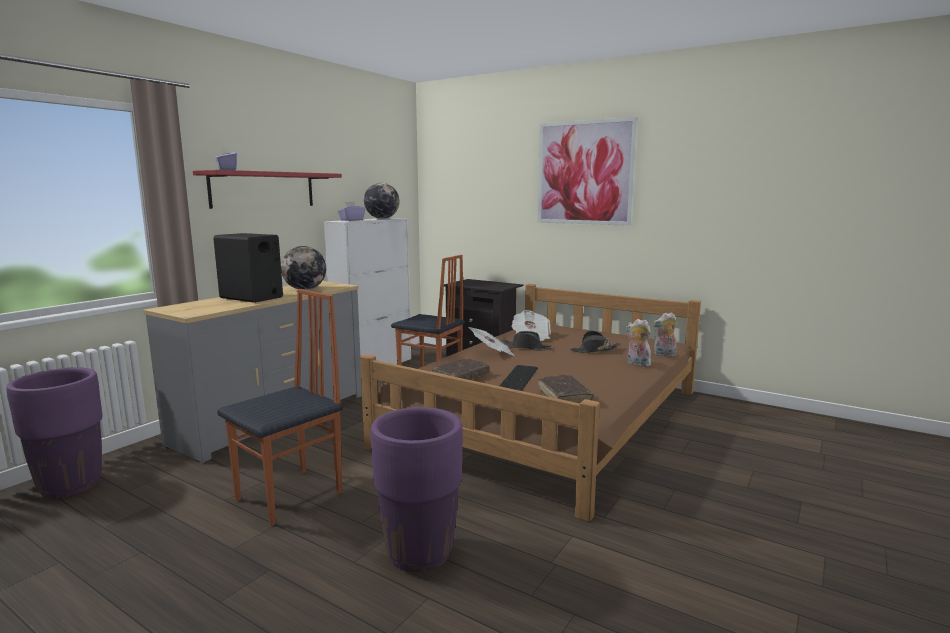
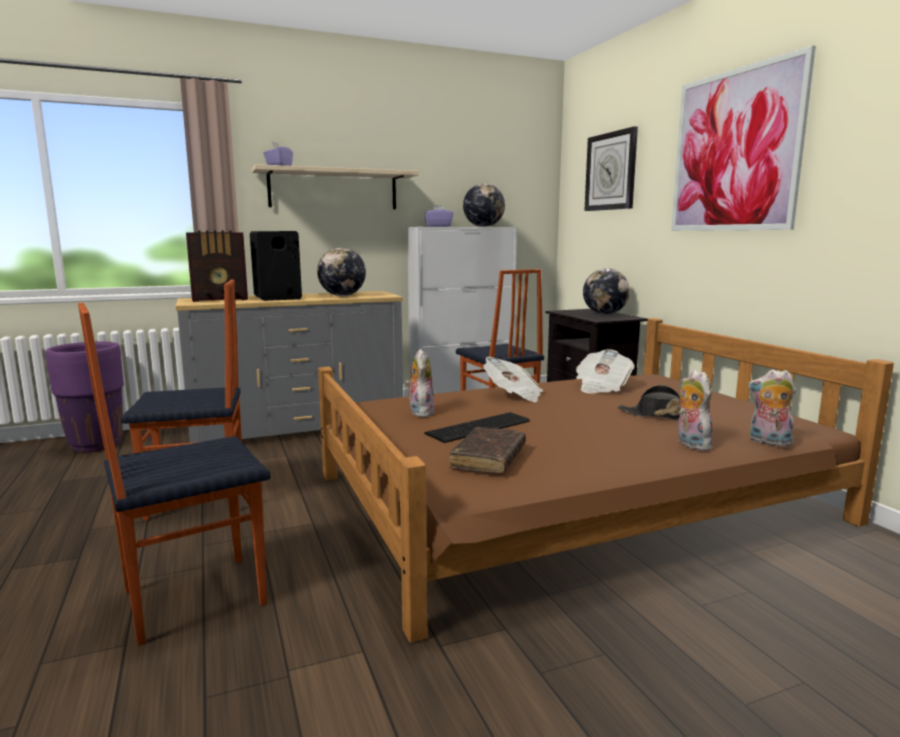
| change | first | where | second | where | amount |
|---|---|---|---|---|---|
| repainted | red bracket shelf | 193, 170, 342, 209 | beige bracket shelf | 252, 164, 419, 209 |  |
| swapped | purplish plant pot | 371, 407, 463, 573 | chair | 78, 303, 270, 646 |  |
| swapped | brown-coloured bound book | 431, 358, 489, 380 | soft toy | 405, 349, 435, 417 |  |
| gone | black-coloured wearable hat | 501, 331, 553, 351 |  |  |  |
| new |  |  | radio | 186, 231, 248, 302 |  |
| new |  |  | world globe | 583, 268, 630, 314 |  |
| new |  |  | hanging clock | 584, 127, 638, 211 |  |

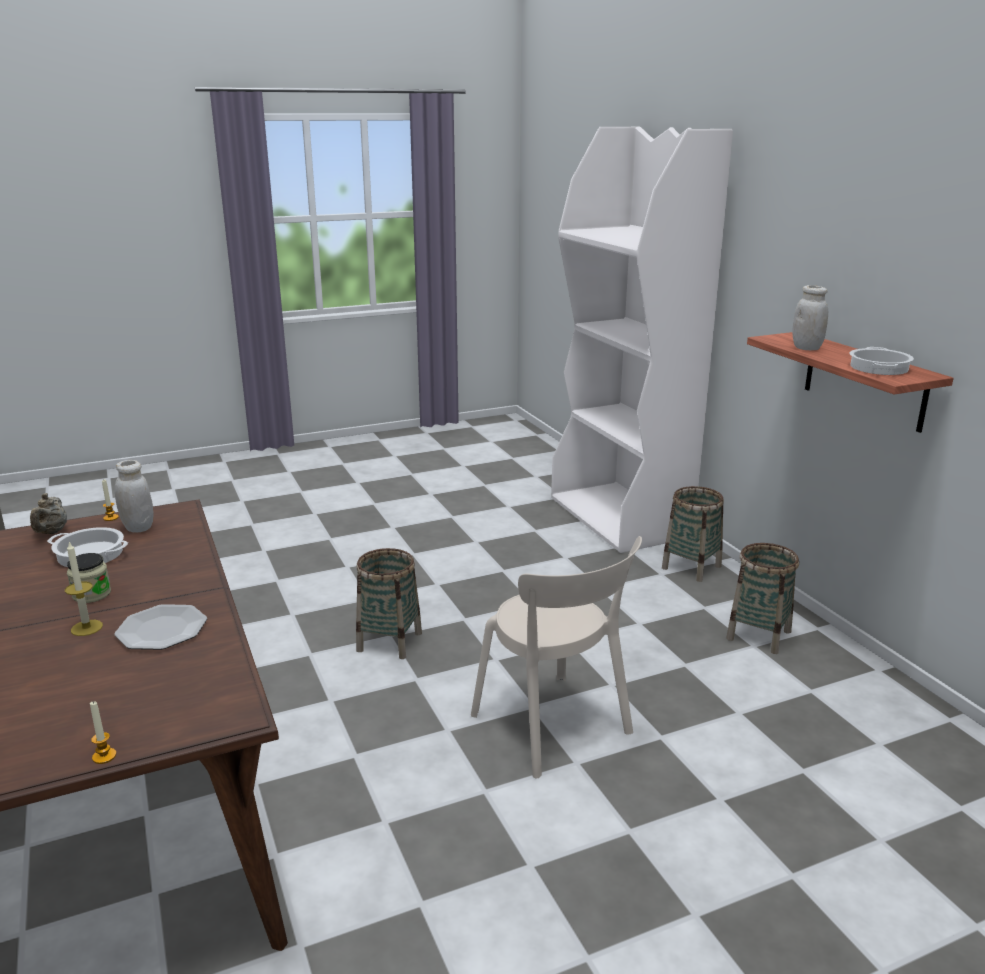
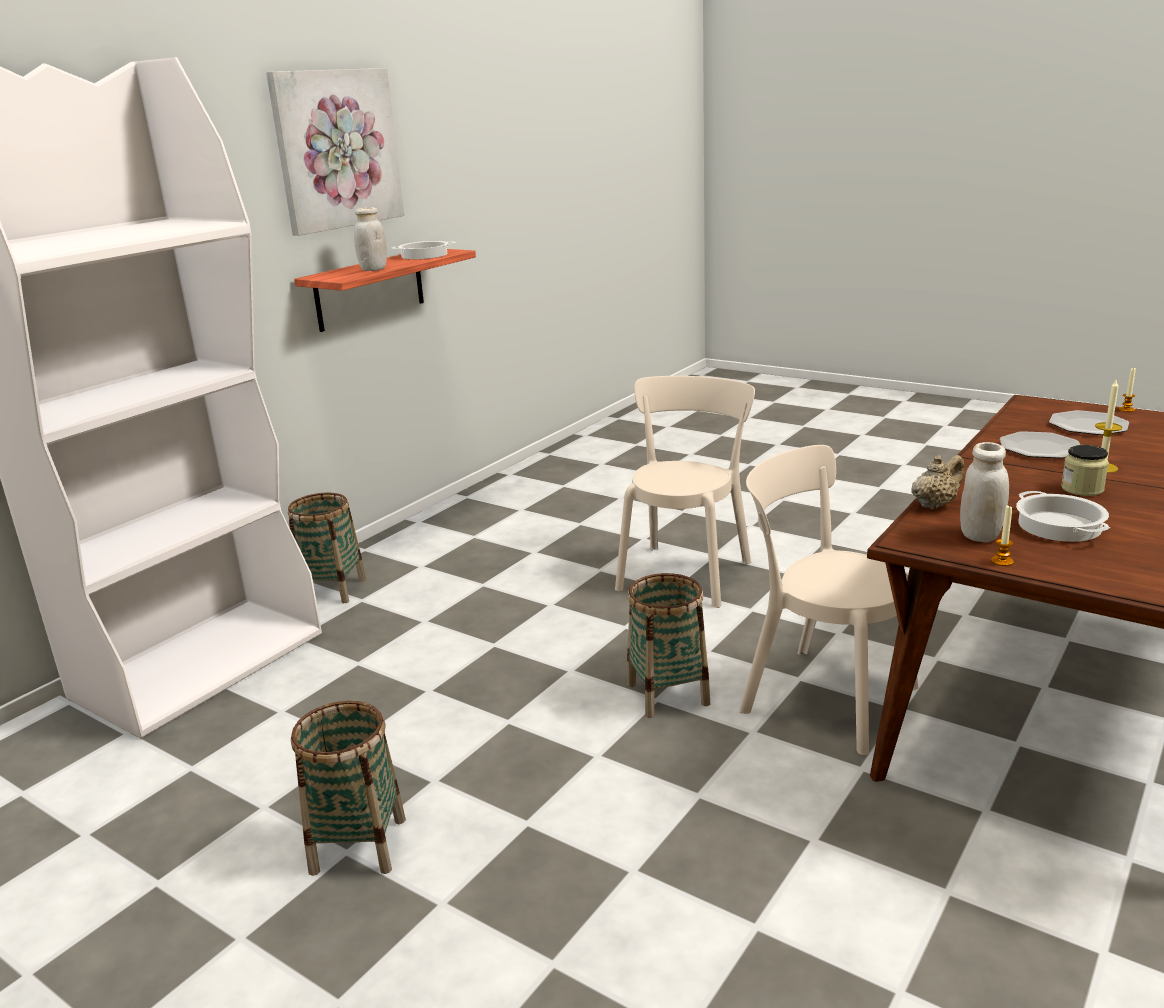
| change | first | where | second | where | amount |
|---|---|---|---|---|---|
| shifted | beige teapot | 30, 493, 67, 534 |  | 911, 455, 965, 510 |  |
| shifted | storage basket | 726, 543, 799, 654 |  | 291, 701, 406, 876 |  |
| new |  |  | picture | 266, 68, 404, 236 |  |
| new |  |  | beige chair | 739, 445, 918, 756 |  |
| new |  |  | flat dish | 1049, 410, 1129, 435 |  |

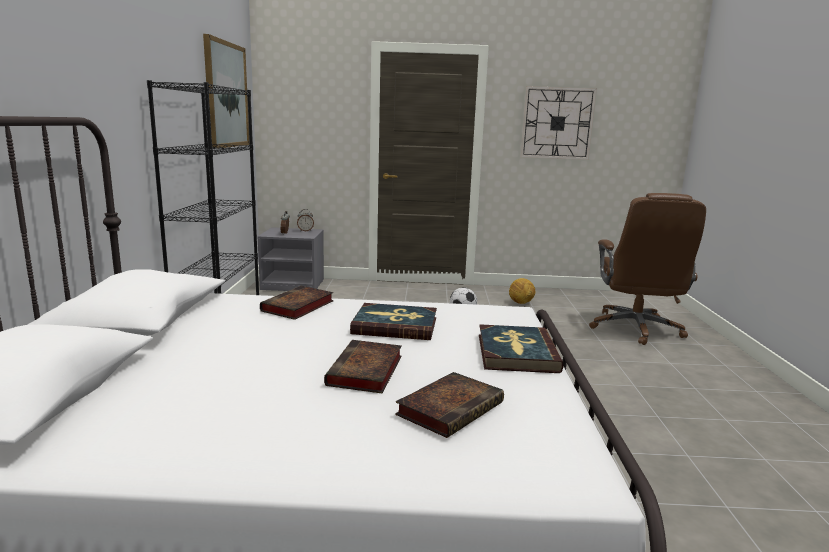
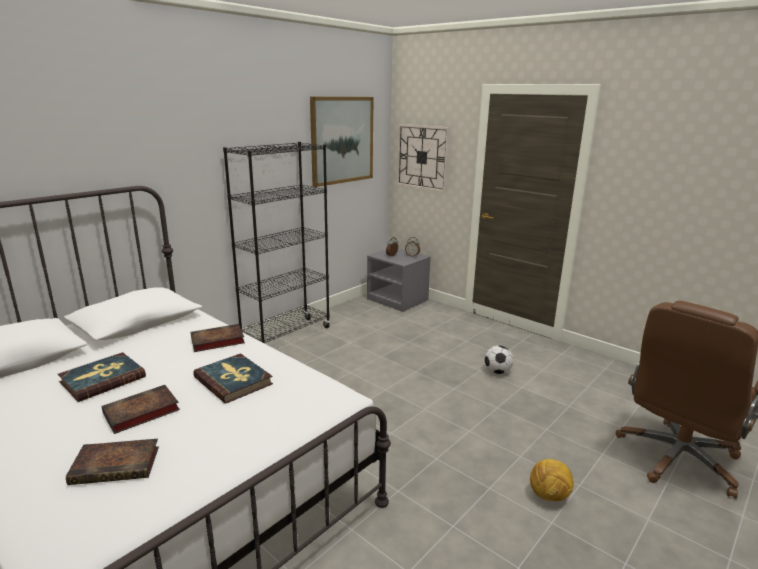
| change | first | where | second | where | amount |
|---|---|---|---|---|---|
| shifted | bound book | 479, 324, 563, 373 |  | 58, 352, 146, 402 |  |
| shifted | football | 509, 278, 536, 304 |  | 530, 459, 574, 501 |  |
| shifted | hanging clock | 520, 86, 597, 160 |  | 397, 124, 450, 192 |  |

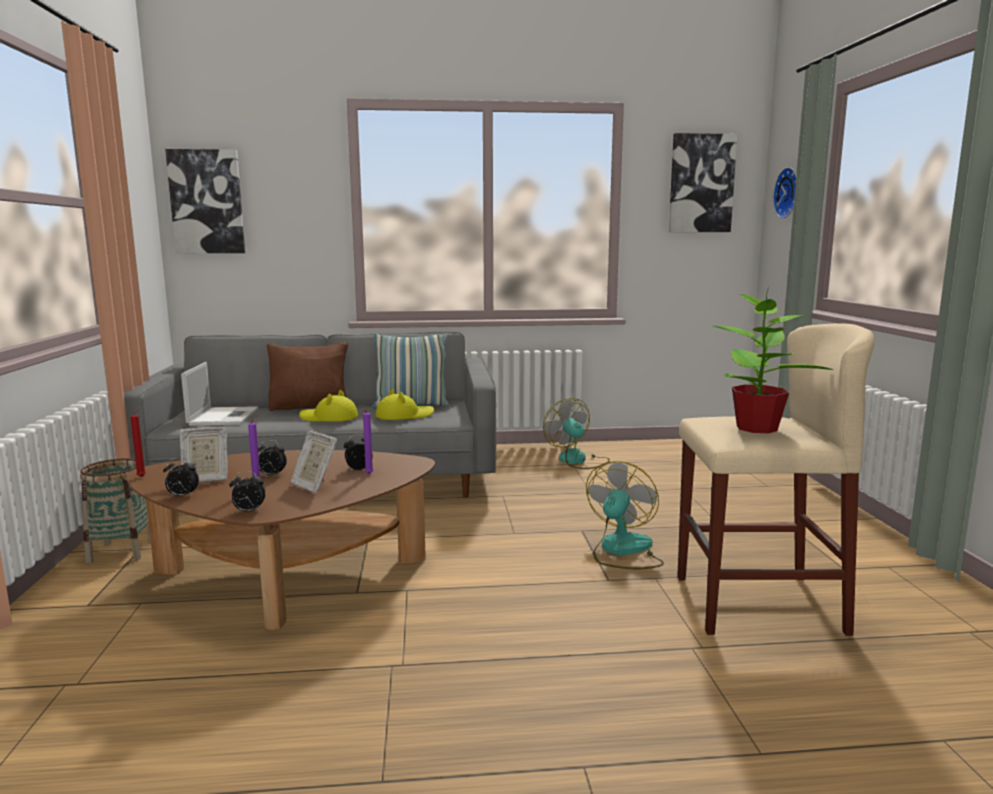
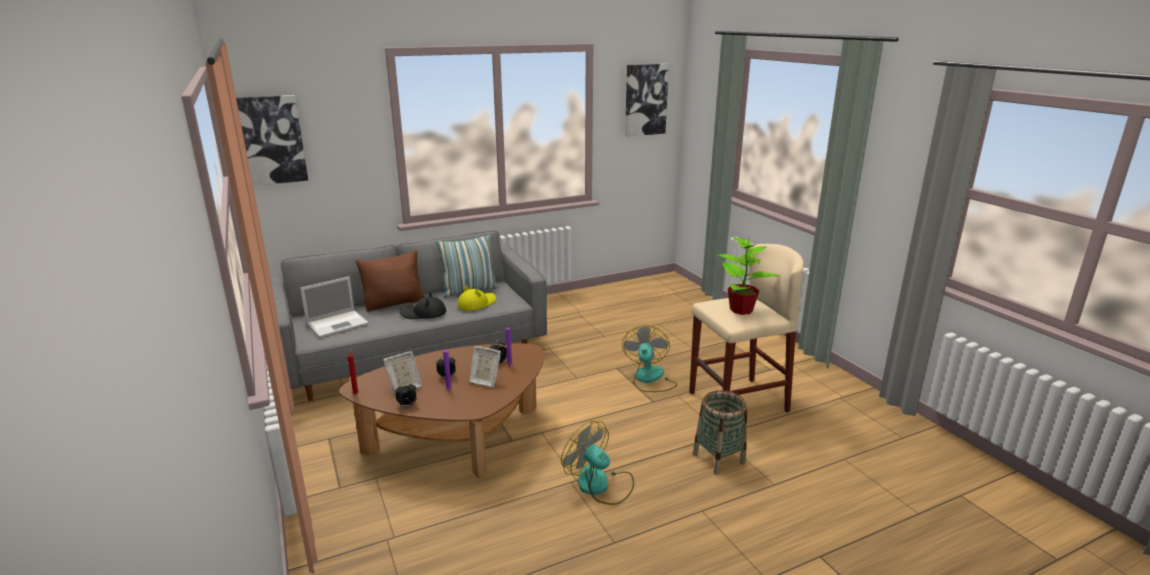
| change | first | where | second | where | amount |
|---|---|---|---|---|---|
| shifted | storage basket | 80, 458, 151, 563 |  | 693, 390, 747, 475 |  |
| rotated | laptop | 181, 362, 258, 426 |  | 300, 276, 369, 338 | 75 degrees clockwise |
| gone | table clock | 229, 471, 266, 513 |  |  |  |
| repainted | yellow wearable hat | 299, 390, 358, 421 | black-coloured wearable hat | 399, 292, 446, 319 |  |
| shifted | fan | 543, 398, 610, 469 |  | 561, 421, 634, 505 |  |
| gone | hanging clock | 773, 167, 796, 218 |  |  |  |

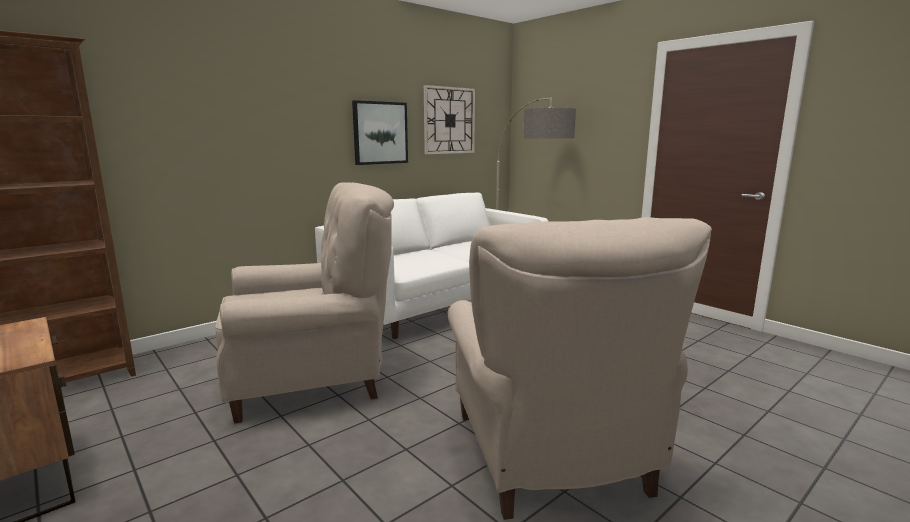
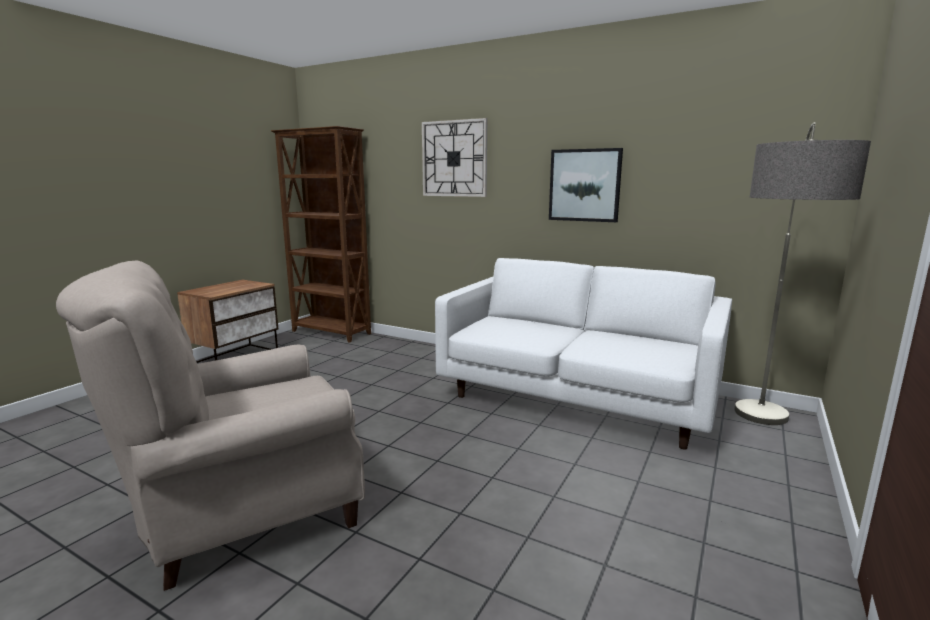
| change | first | where | second | where | amount |
|---|---|---|---|---|---|
| gone | beige easy chair | 215, 182, 394, 424 |  |  |  |
| shifted | hanging clock | 424, 85, 475, 154 |  | 422, 118, 487, 197 |  |

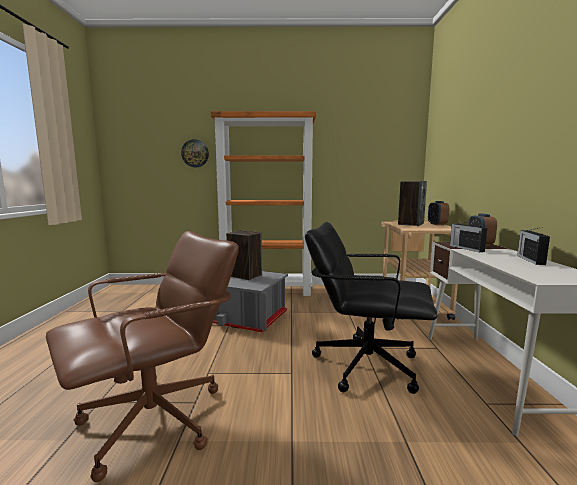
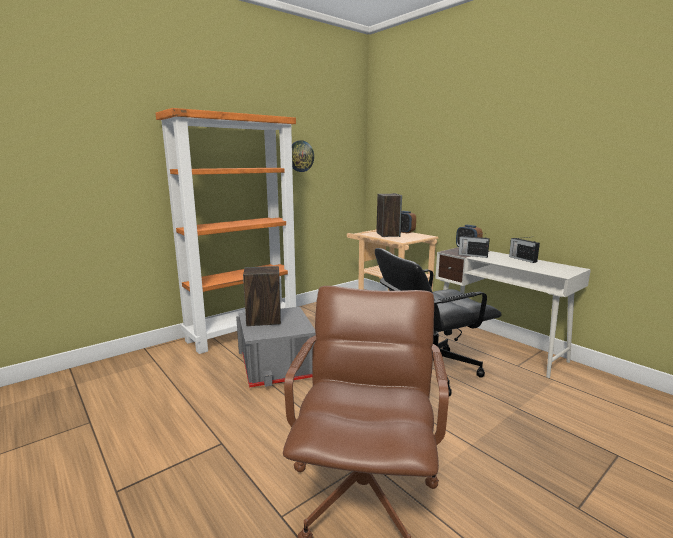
| change | first | where | second | where | amount |
|---|---|---|---|---|---|
| shifted | hanging clock | 181, 139, 209, 167 |  | 292, 140, 314, 172 |  |

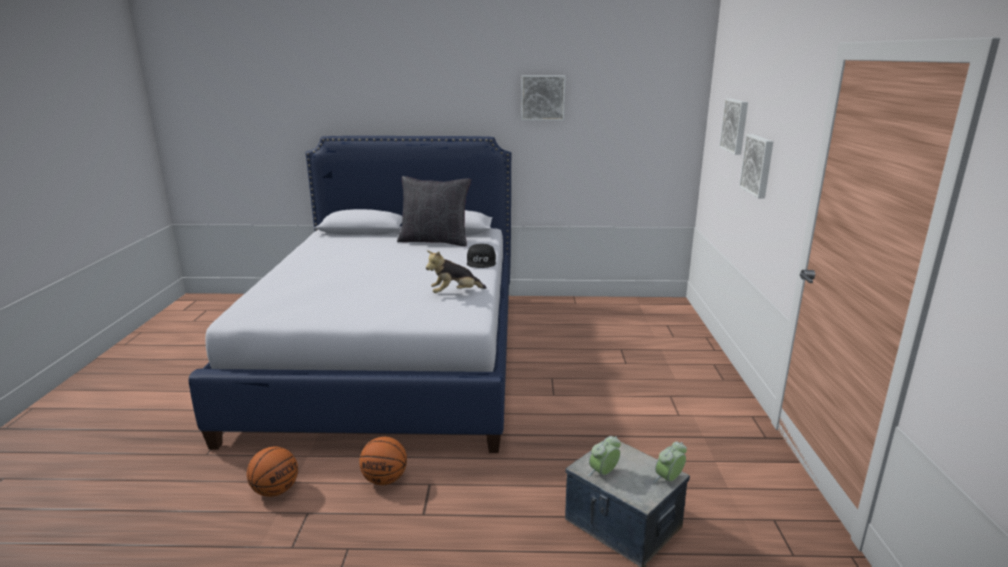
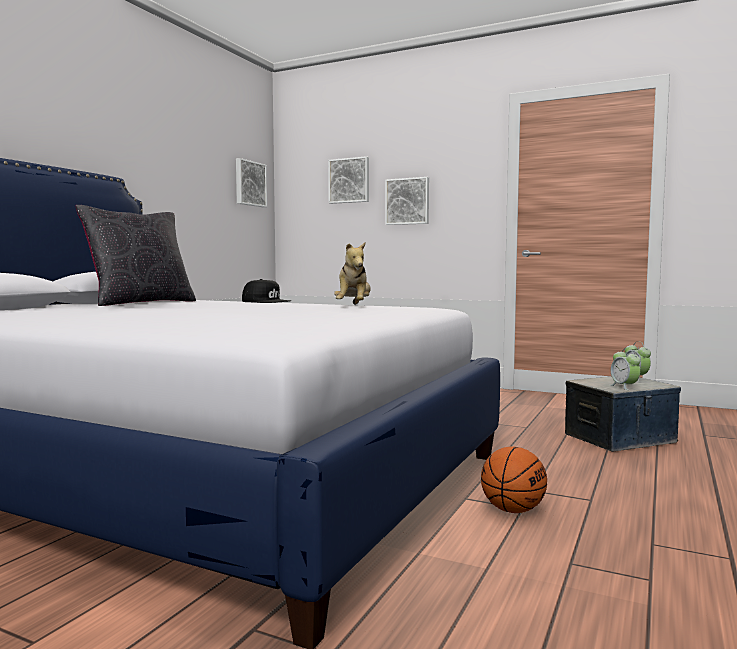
| change | first | where | second | where | amount |
|---|---|---|---|---|---|
| gone | basketball ball | 247, 447, 298, 497 |  |  |  |
| shifted | picture | 521, 75, 566, 121 |  | 236, 158, 267, 207 |  |

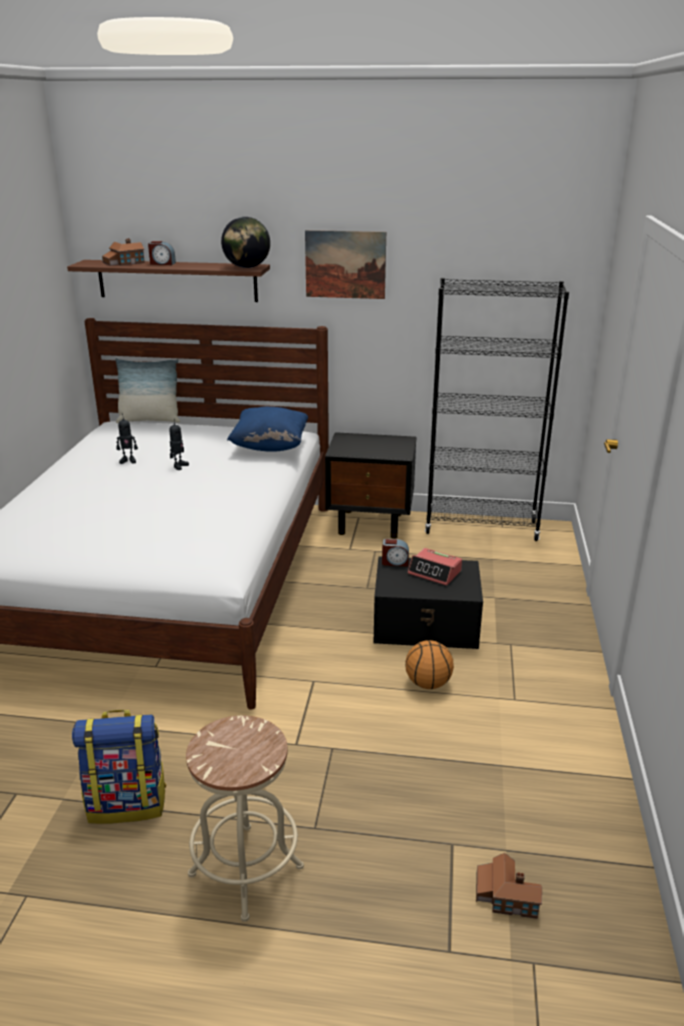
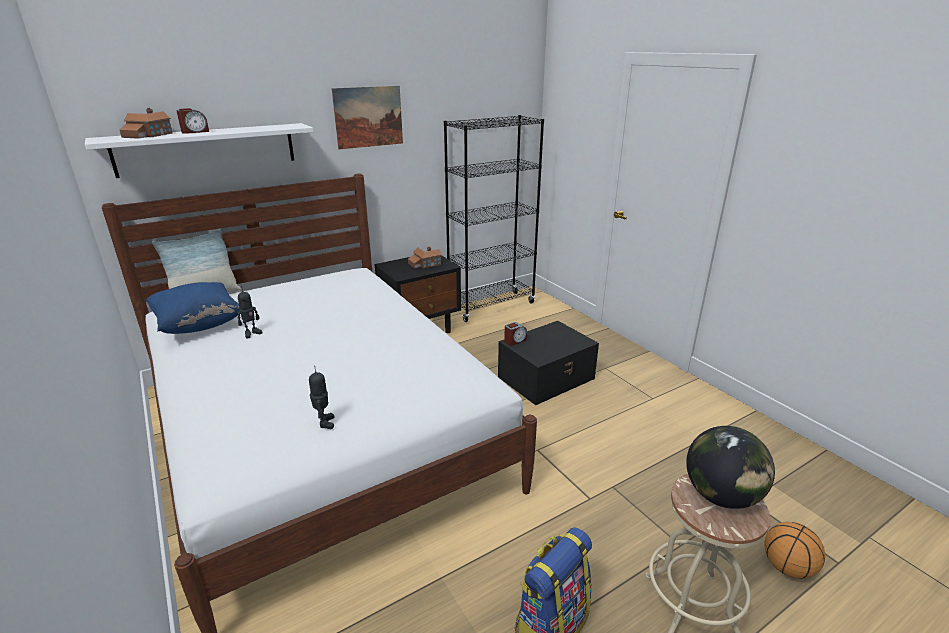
| change | first | where | second | where | amount |
|---|---|---|---|---|---|
| repainted | brown-coloured bracket shelf | 67, 260, 270, 302 | white bracket shelf | 85, 123, 314, 178 |  |
| shifted | model robot | 169, 421, 189, 470 |  | 309, 366, 335, 429 |  |
| shifted | world globe | 221, 217, 270, 268 |  | 686, 426, 775, 509 |  |
| shifted | blue-coloured cushion | 227, 407, 308, 452 |  | 146, 282, 240, 334 |  |
| shifted | basketball ball | 405, 640, 454, 689 |  | 764, 522, 825, 579 |  |
| gone | table clock | 408, 548, 462, 586 |  |  |  |
| shifted | toy house | 476, 853, 542, 919 |  | 408, 246, 442, 269 |  |

